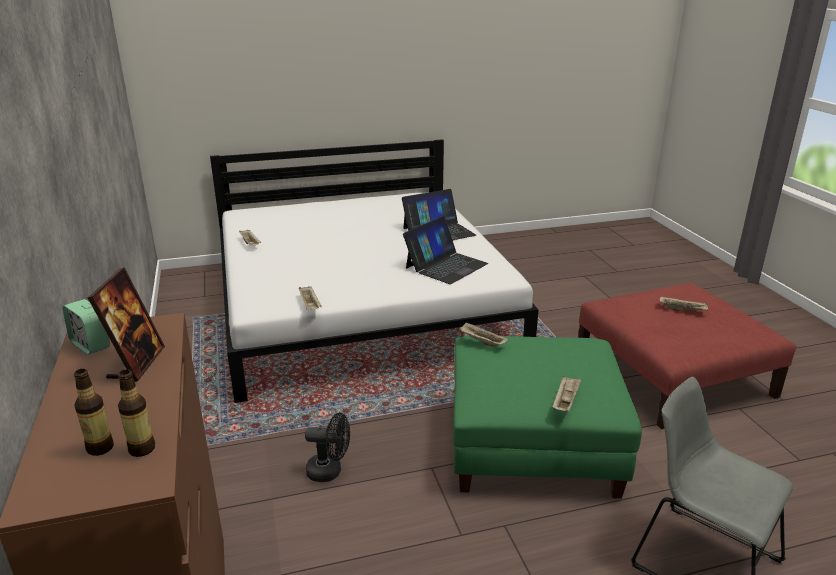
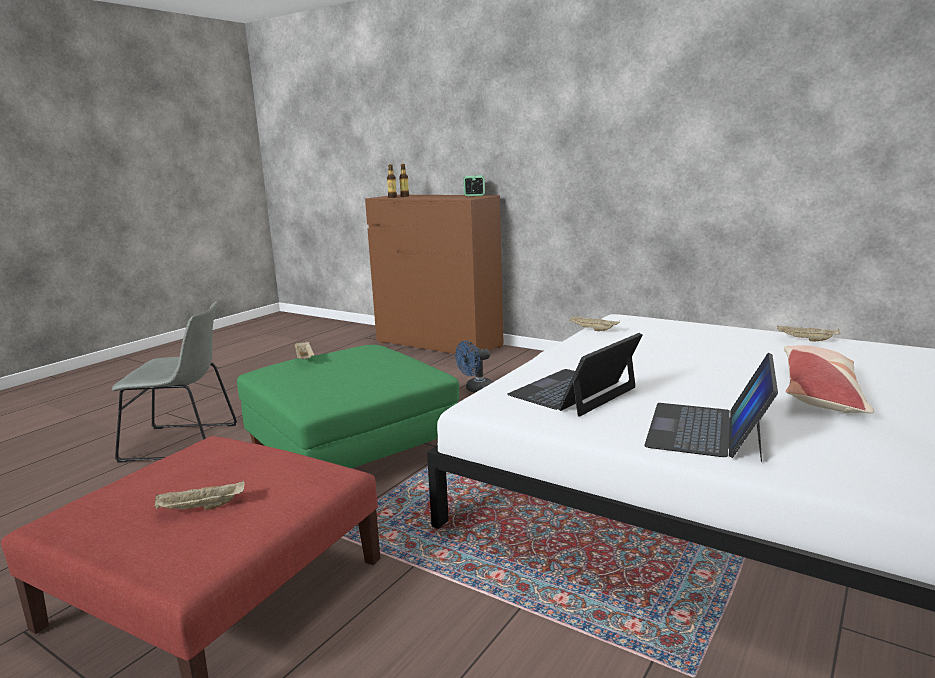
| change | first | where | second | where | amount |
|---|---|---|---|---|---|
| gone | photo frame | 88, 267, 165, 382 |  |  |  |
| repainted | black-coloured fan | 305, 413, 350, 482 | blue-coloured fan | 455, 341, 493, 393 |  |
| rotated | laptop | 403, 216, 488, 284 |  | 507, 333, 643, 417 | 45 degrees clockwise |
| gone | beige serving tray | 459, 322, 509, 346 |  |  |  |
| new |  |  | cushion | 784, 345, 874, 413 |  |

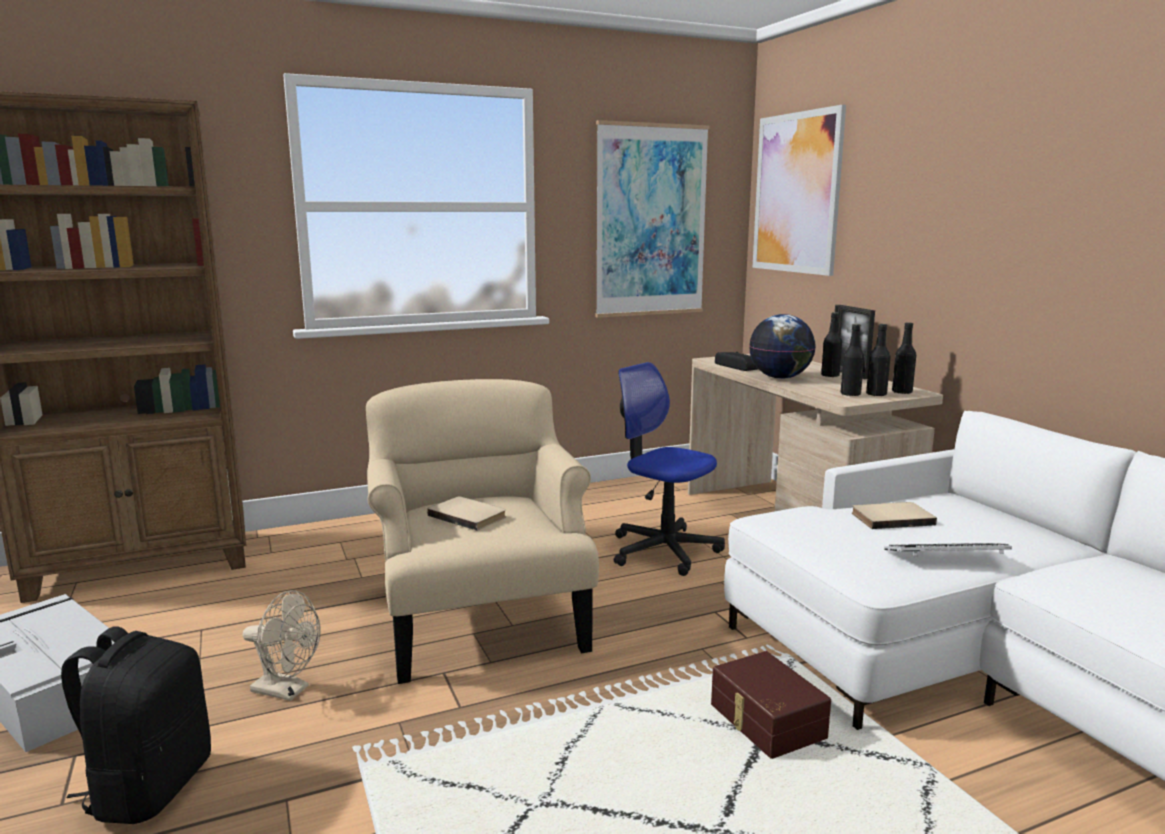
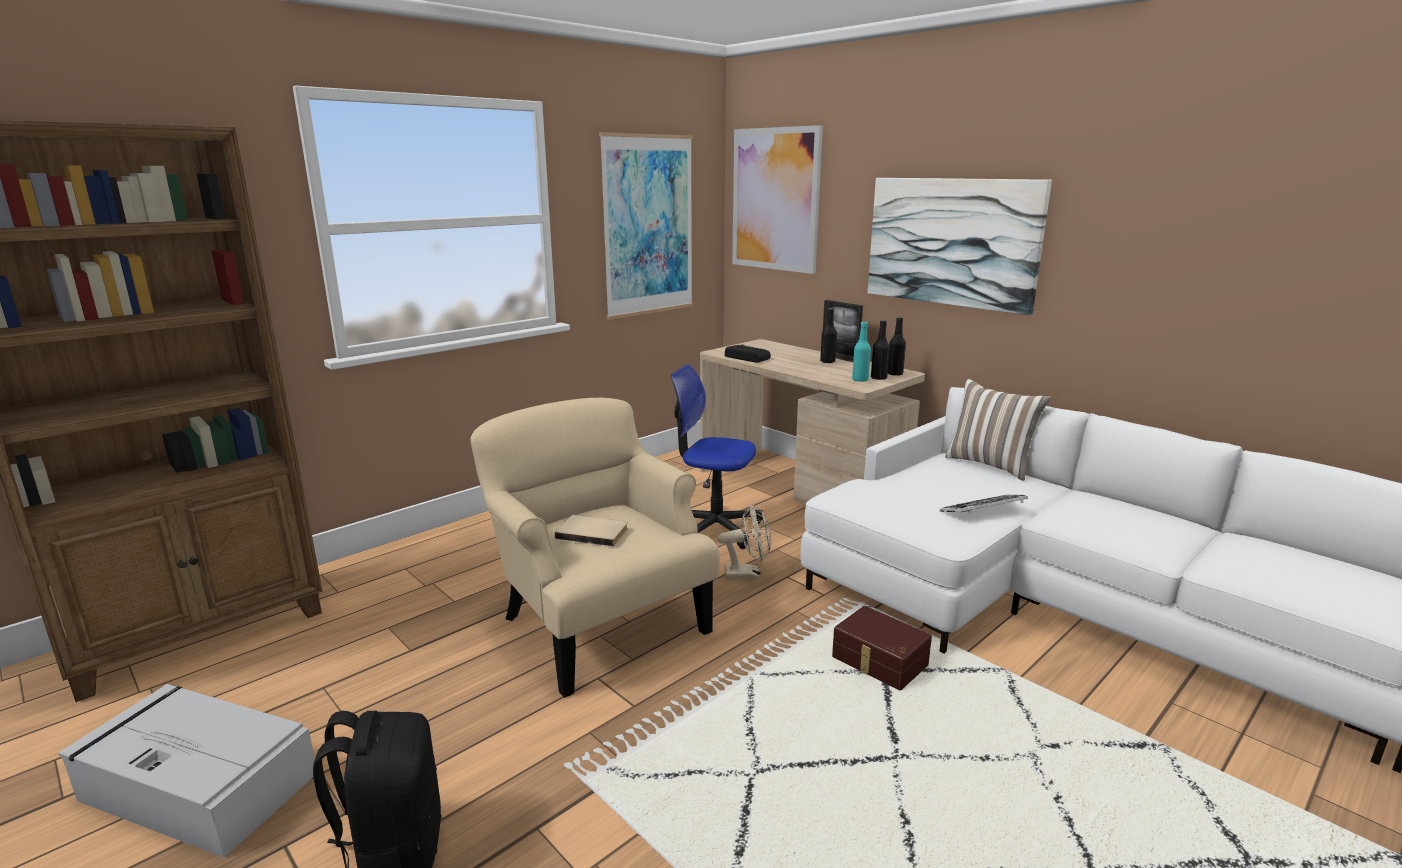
| change | first | where | second | where | amount |
|---|---|---|---|---|---|
| shifted | beige fan | 243, 590, 321, 701 |  | 717, 503, 772, 579 |  |
| gone | world globe | 749, 314, 816, 379 |  |  |  |
| repainted | black-coloured beverage bottle | 841, 324, 864, 396 | turquoise-coloured beverage bottle | 852, 322, 871, 382 |  |
| gone | beige bound book | 852, 502, 937, 529 |  |  |  |
| new |  |  | picture | 868, 178, 1052, 315 |  |
| new |  |  | cushion | 945, 379, 1051, 481 |  |

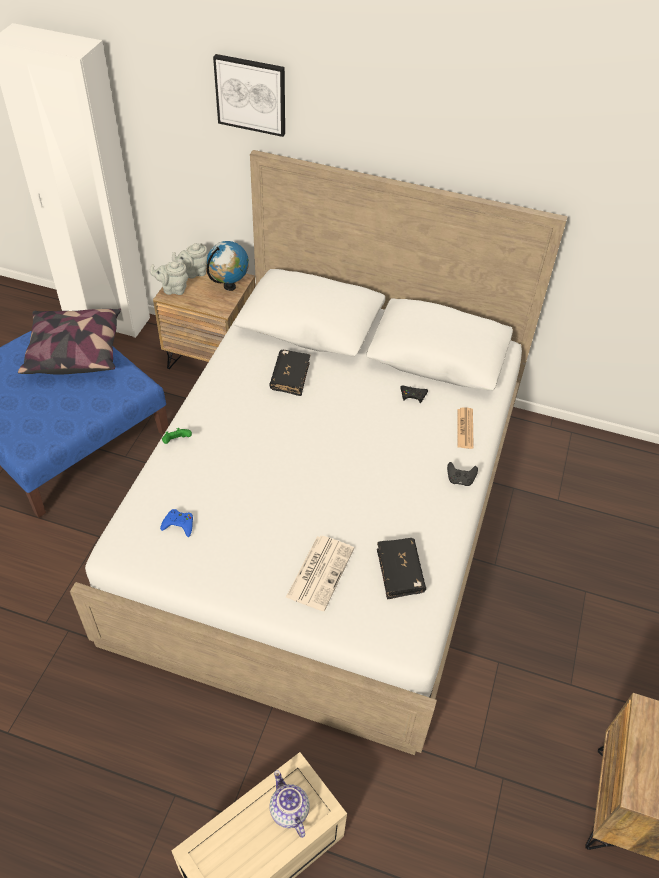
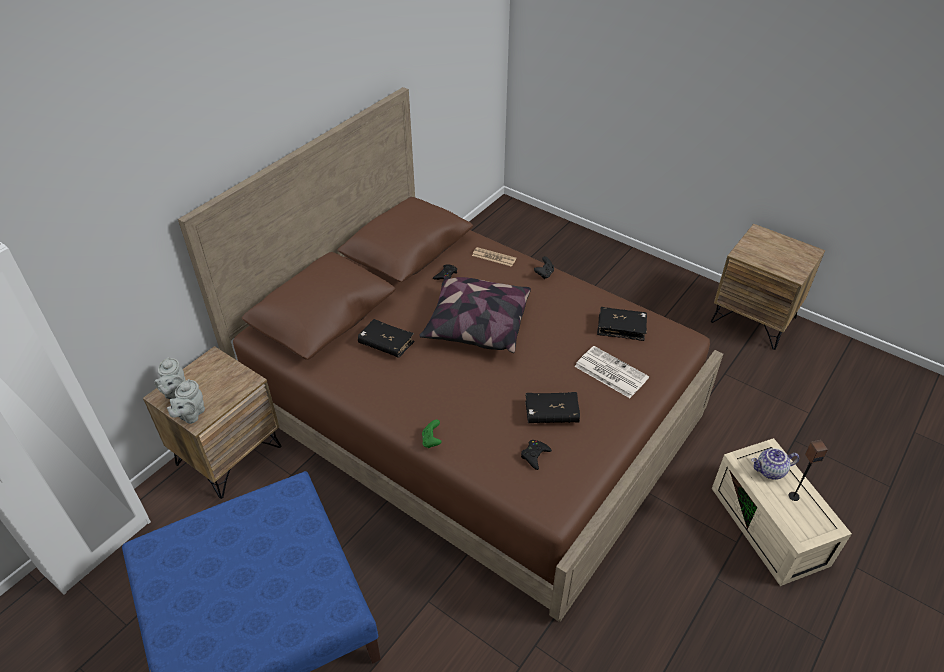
| change | first | where | second | where | amount |
|---|---|---|---|---|---|
| shifted | cushion | 18, 309, 121, 374 |  | 419, 276, 531, 353 |  |
| repainted | white bedroom bed | 70, 150, 568, 755 | brown-coloured bedroom bed | 178, 87, 723, 622 |  |
| repainted | blue-coloured gamepad | 160, 509, 193, 537 | black-coloured gamepad | 521, 440, 552, 470 |  |
| gone | world globe | 207, 241, 249, 291 |  |  |  |
| gone | picture | 213, 54, 285, 137 |  |  |  |
| new |  |  | black-coloured bound book | 525, 392, 580, 423 |  |
| new |  |  | speaker | 788, 440, 828, 501 |  |

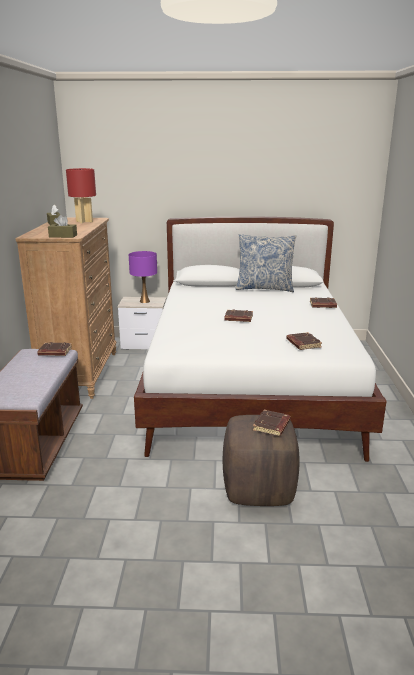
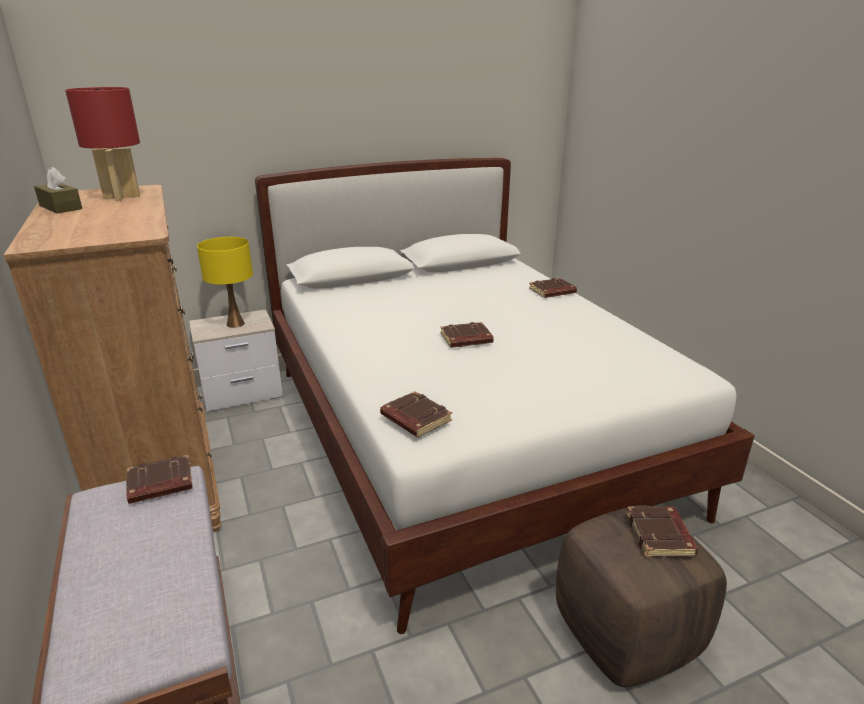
| change | first | where | second | where | amount |
|---|---|---|---|---|---|
| gone | brown-coloured box of tissues | 48, 215, 77, 238 |  |  |  |
| repainted | purplish table lamp | 129, 251, 157, 303 | yellow table lamp | 197, 237, 253, 328 |  |
| gone | cushion | 236, 234, 297, 292 |  |  |  |
| shifted | brown-coloured bound book | 286, 332, 322, 350 |  | 380, 391, 452, 437 |  |

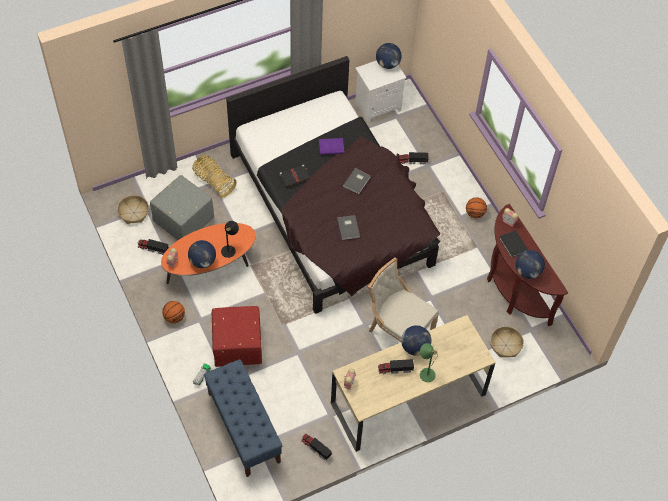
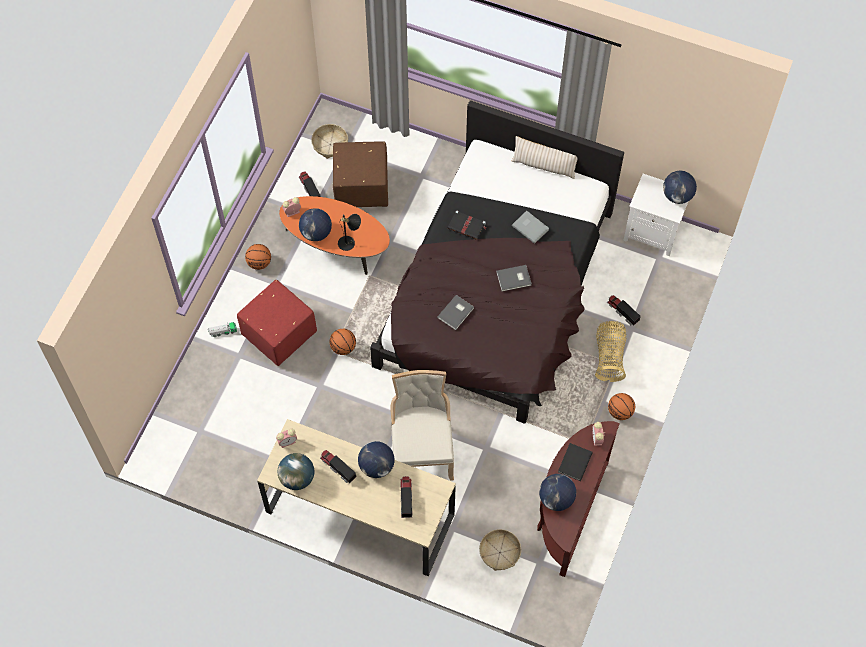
| change | first | where | second | where | amount |
|---|---|---|---|---|---|
| repainted | gray pouffe | 150, 175, 214, 240 | brown-coloured pouffe | 333, 141, 388, 207 |  |
| shifted | storage basket | 192, 155, 237, 198 |  | 595, 321, 626, 382 |  |
| gone | blue-coloured long seat | 204, 359, 282, 477 |  |  |  |
| shifted | model truck | 301, 434, 332, 460 |  | 400, 476, 413, 518 |  |
| repainted | purplish bound book | 319, 138, 344, 155 | gray bound book | 512, 211, 549, 244 |  |
| gone | greenish table lamp | 420, 343, 438, 382 |  |  |  |
| new |  |  | world globe | 278, 453, 314, 490 |  |
| new |  |  | basketball ball | 330, 329, 356, 355 |  |
| new |  |  | beige cushion | 511, 136, 578, 179 |  |

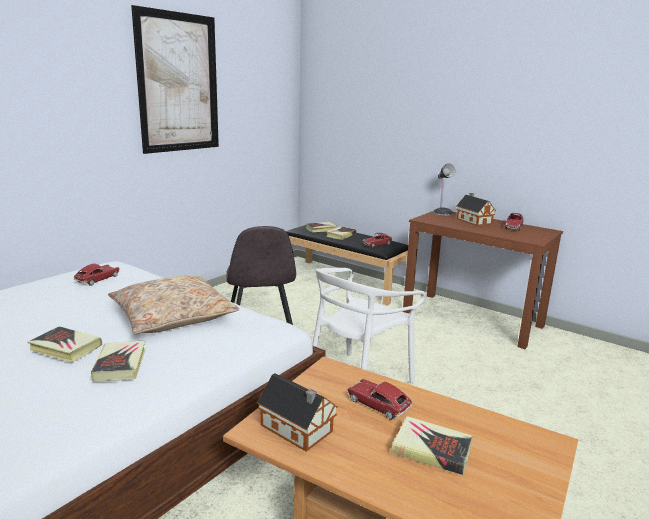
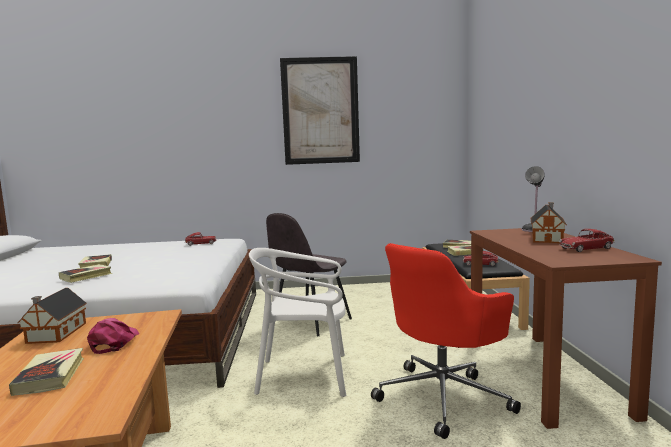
| change | first | where | second | where | amount |
|---|---|---|---|---|---|
| gone | beige cushion | 108, 275, 239, 334 |  |  |  |
| swapped | miniature car | 347, 379, 412, 420 | pink cap | 87, 318, 139, 354 |  |
| new |  |  | red office chair | 371, 243, 521, 439 |  |

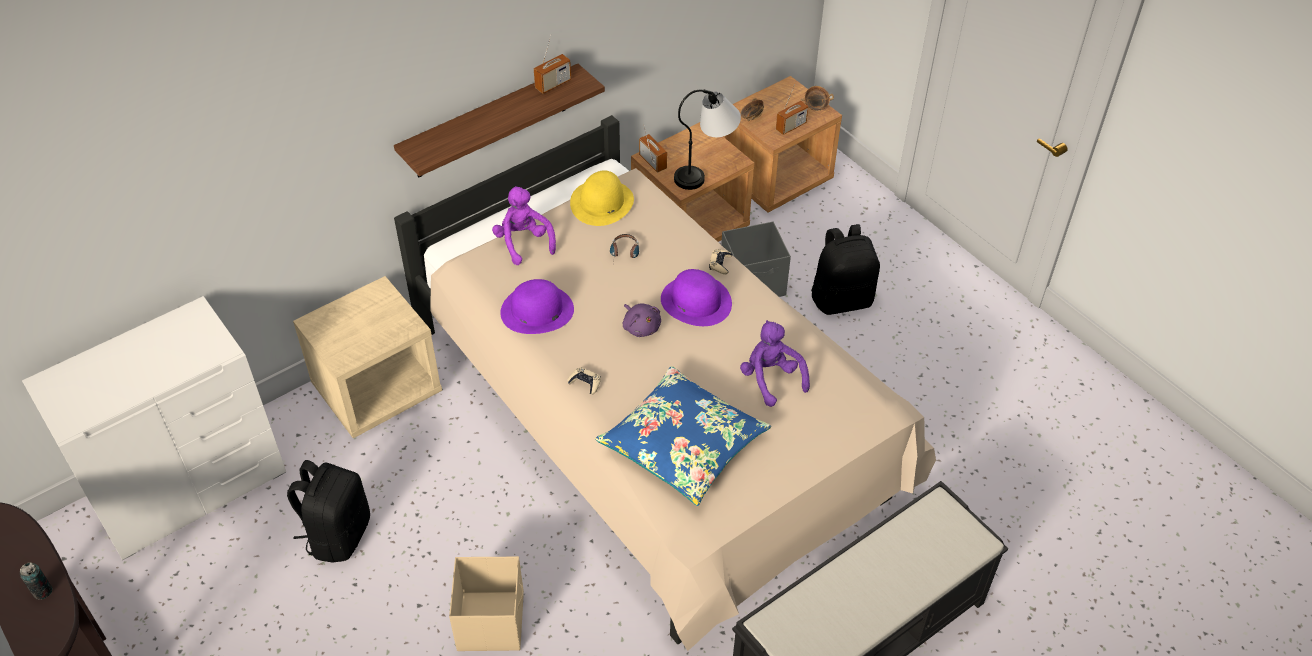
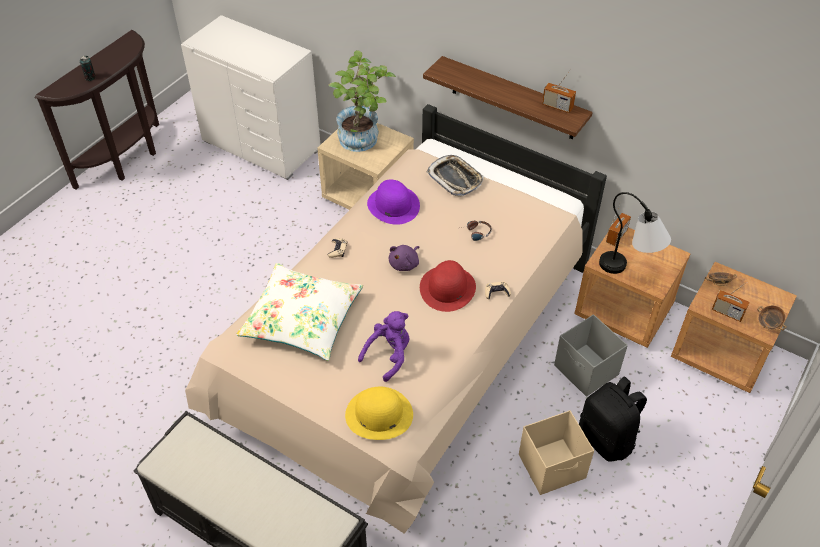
| change | first | where | second | where | amount |
|---|---|---|---|---|---|
| gone | black-coloured rucksack | 287, 460, 370, 563 |  |  |  |
| shifted | beige storage container | 449, 556, 524, 651 |  | 519, 410, 594, 495 |  |
| swapped | purplish soft toy | 492, 186, 556, 265 | serving tray | 427, 155, 484, 197 |  |
| shifted | yellow wearable hat | 570, 170, 634, 226 |  | 345, 387, 413, 440 |  |
| repainted | blue-coloured cushion | 595, 366, 771, 506 | white cushion | 236, 263, 363, 361 |  |
| repainted | purplish wearable hat | 661, 269, 732, 326 | red wearable hat | 420, 260, 476, 312 |  |
| new |  |  | houseplant | 328, 50, 396, 152 |  |

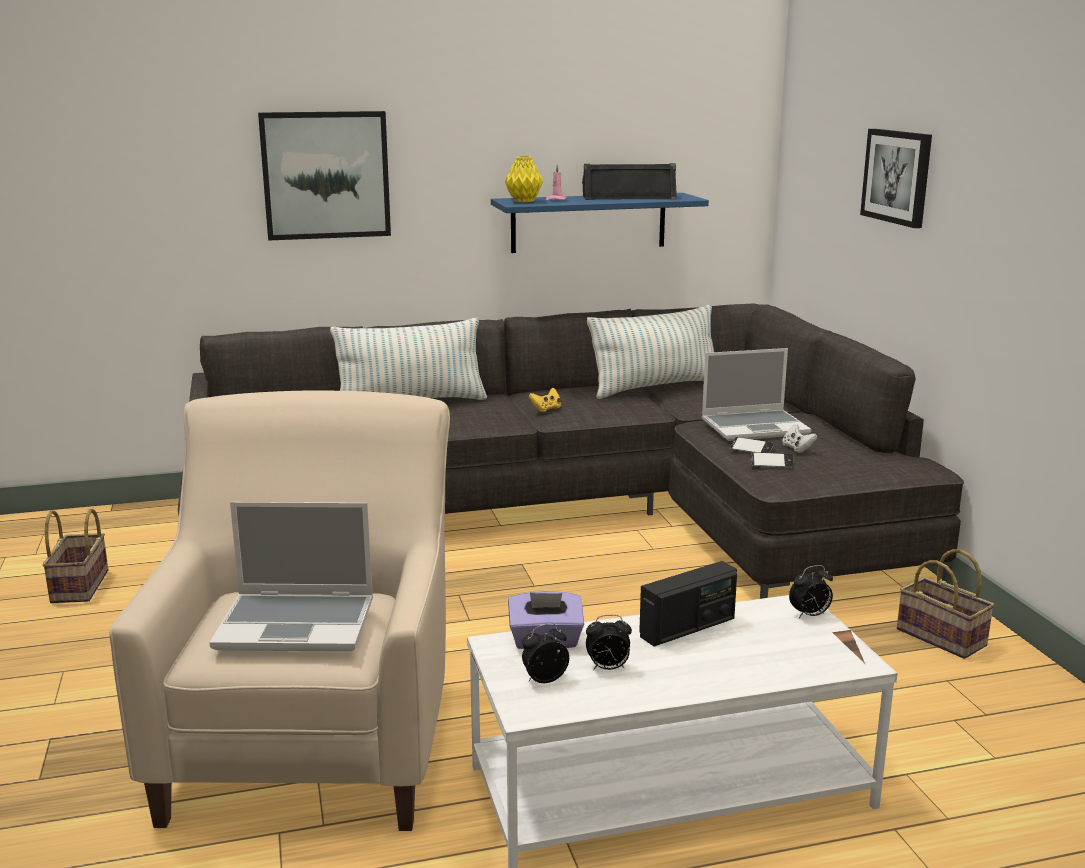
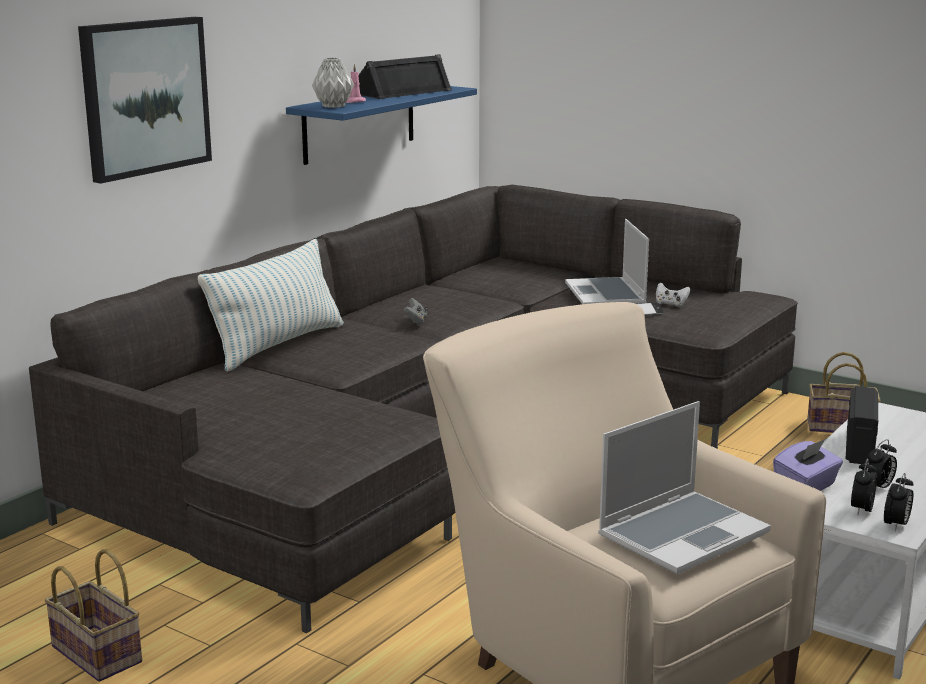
| change | first | where | second | where | amount |
|---|---|---|---|---|---|
| repainted | yellow vase | 504, 156, 543, 202 | gray vase | 312, 57, 354, 108 |  |
| repainted | yellow gamepad | 529, 388, 561, 412 | gray gamepad | 403, 298, 428, 324 |  |
| gone | cushion | 587, 304, 714, 399 |  |  |  |
| rotated | laptop | 701, 348, 811, 441 |  | 565, 219, 649, 304 | 135 degrees clockwise |
| gone | phone | 751, 452, 794, 468 |  |  |  |
| shifted | table clock | 789, 565, 833, 618 |  | 884, 473, 914, 531 |  |
| gone | picture | 860, 129, 932, 228 |  |  |  |

